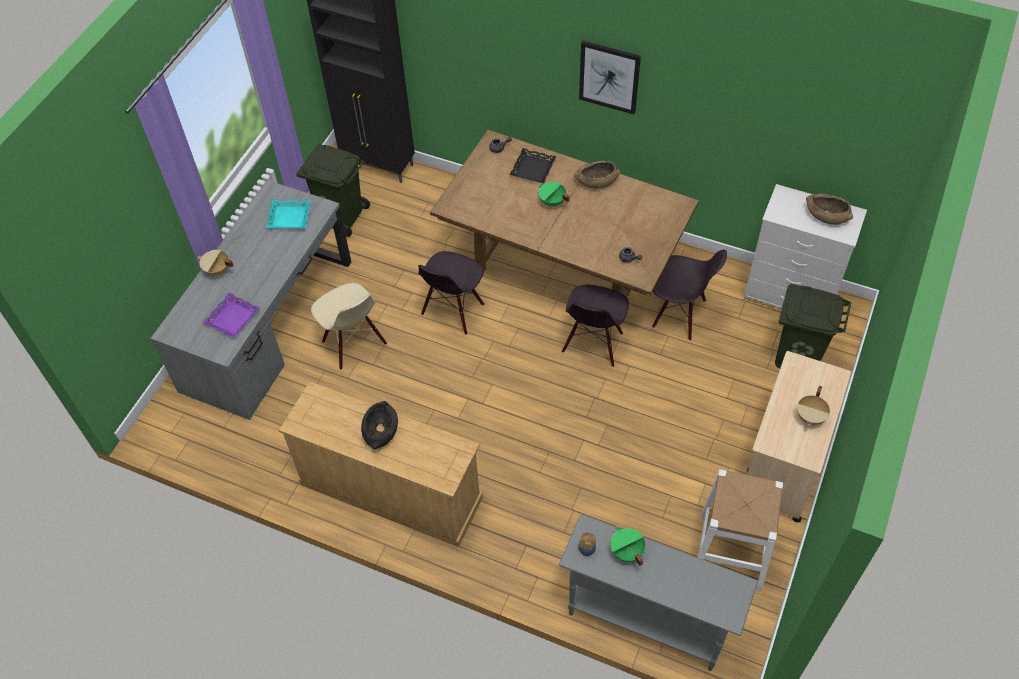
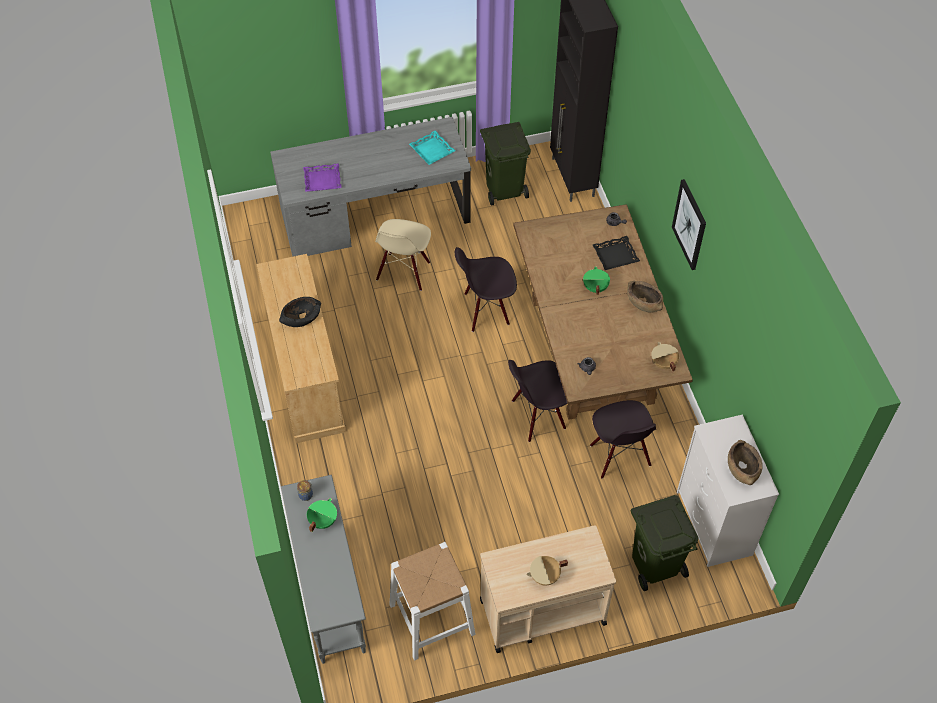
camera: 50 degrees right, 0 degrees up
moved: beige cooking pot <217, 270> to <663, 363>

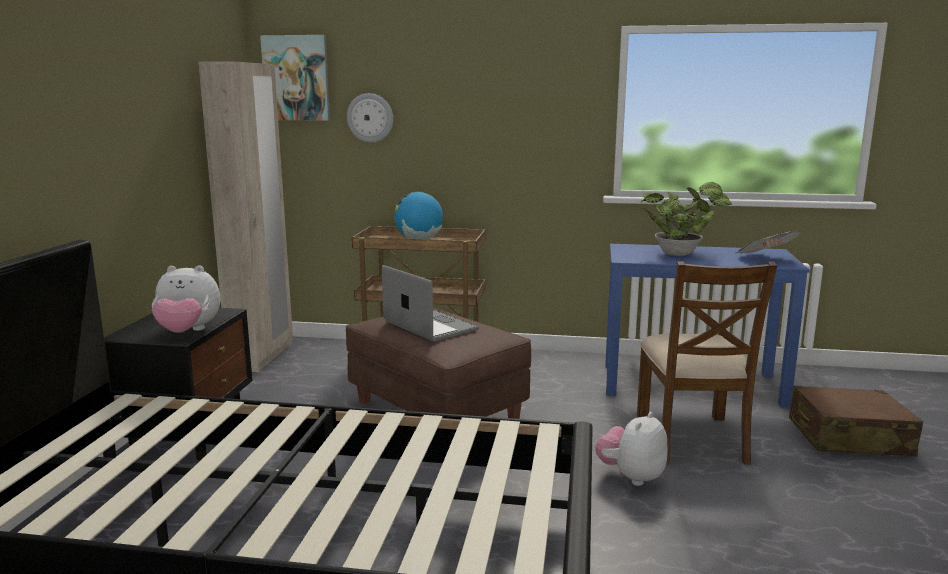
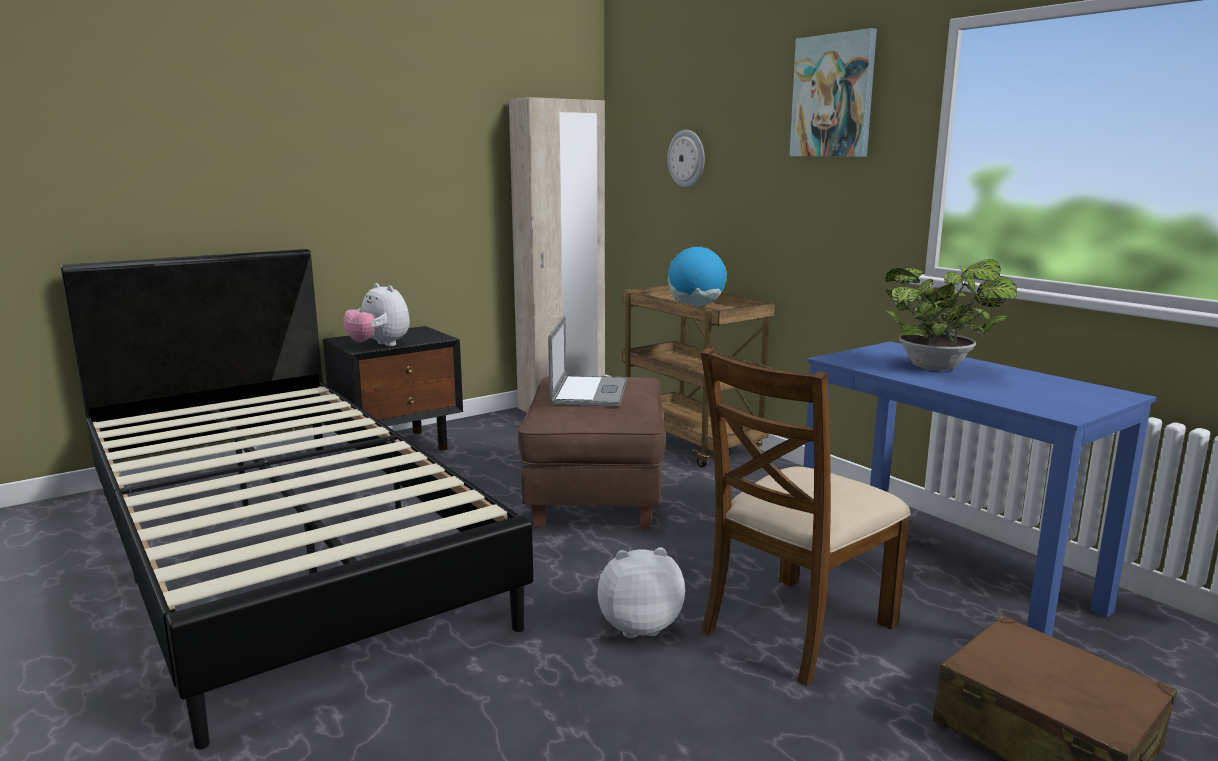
camera: 45 degrees right, 0 degrees up
removed: newspaper <765, 259>
moved: picture <296, 78> to <833, 96>

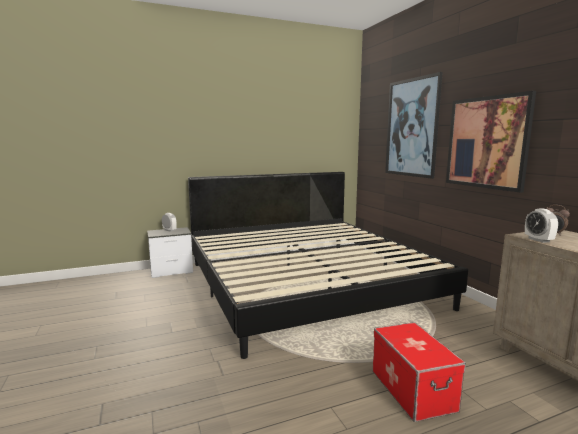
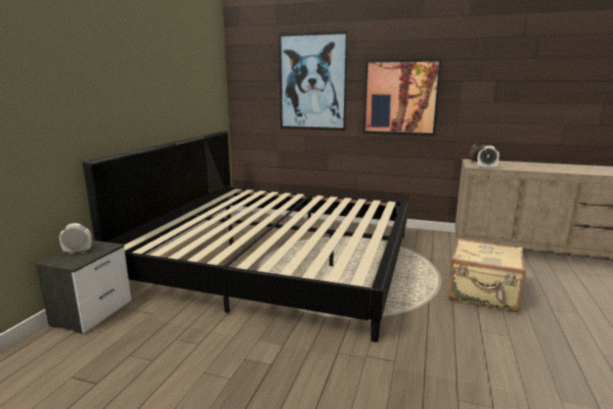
camera: 50 degrees left, 5 degrees up
replaced: storage box <413, 390> to beige suitcase <483, 294>

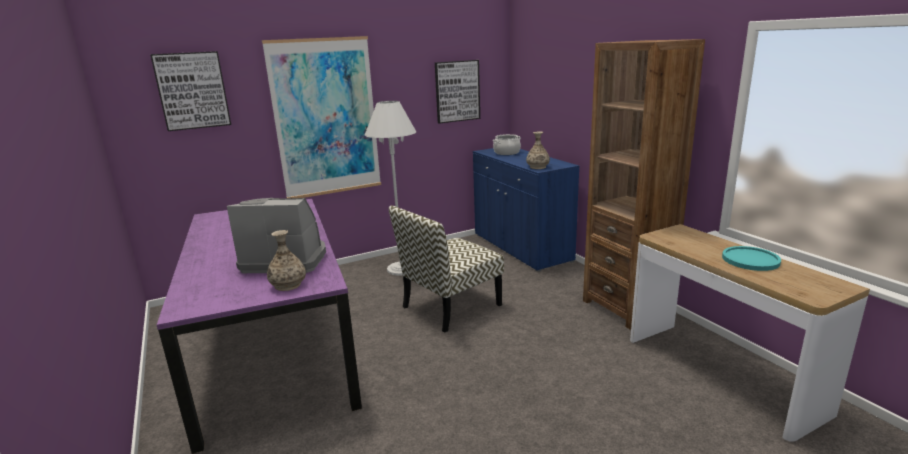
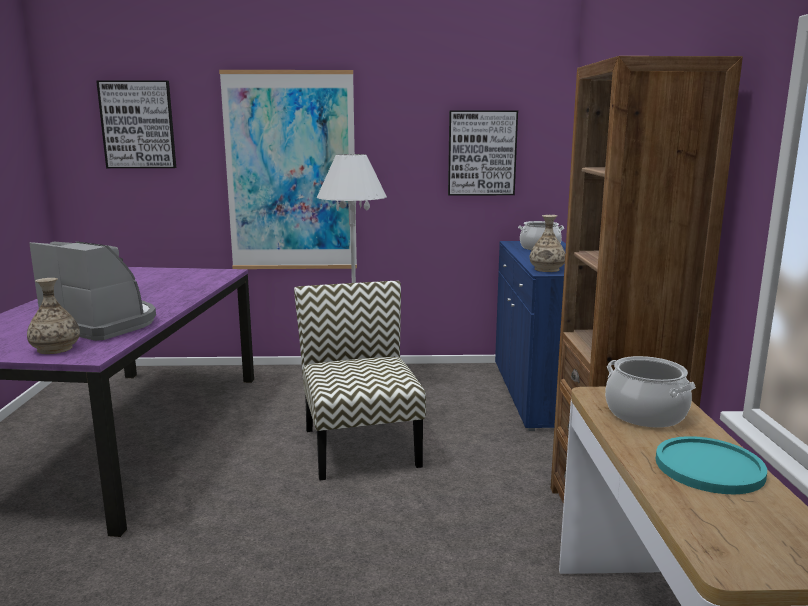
camera: 25 degrees right, 5 degrees down
added: cooking pot <646, 414>
turned: chair <450, 307> = <360, 446> 90 degrees clockwise

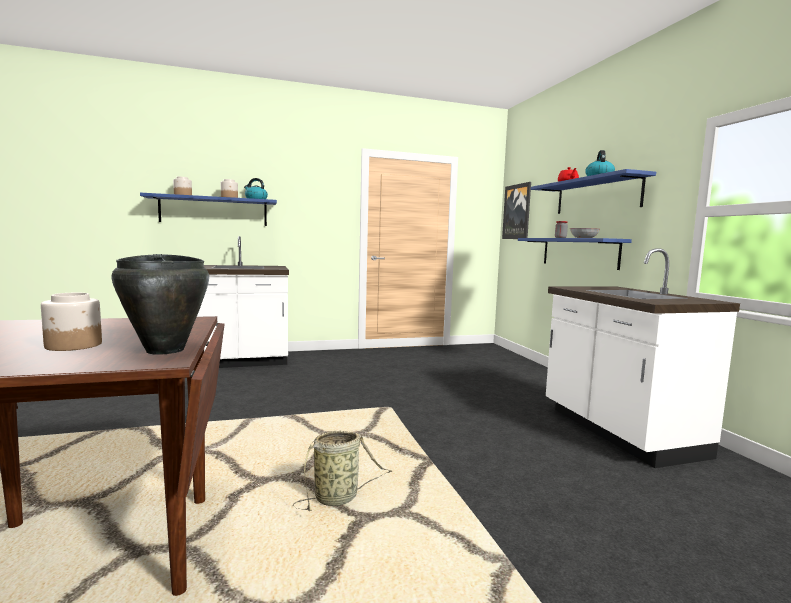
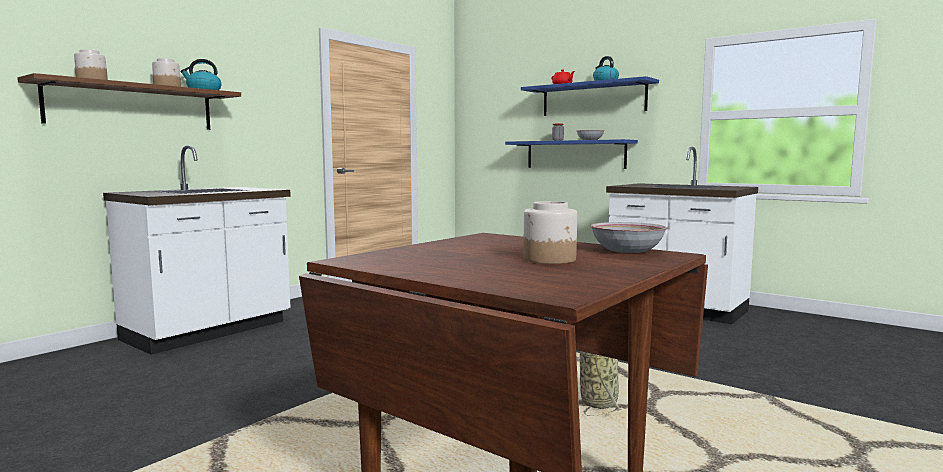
camera: 35 degrees left, 0 degrees up
removed: picture <517, 212>
replaced: black cooking pot <166, 350> to bowl <627, 250>
recoloured: blue shelf <214, 211> to brown shelf <132, 107>

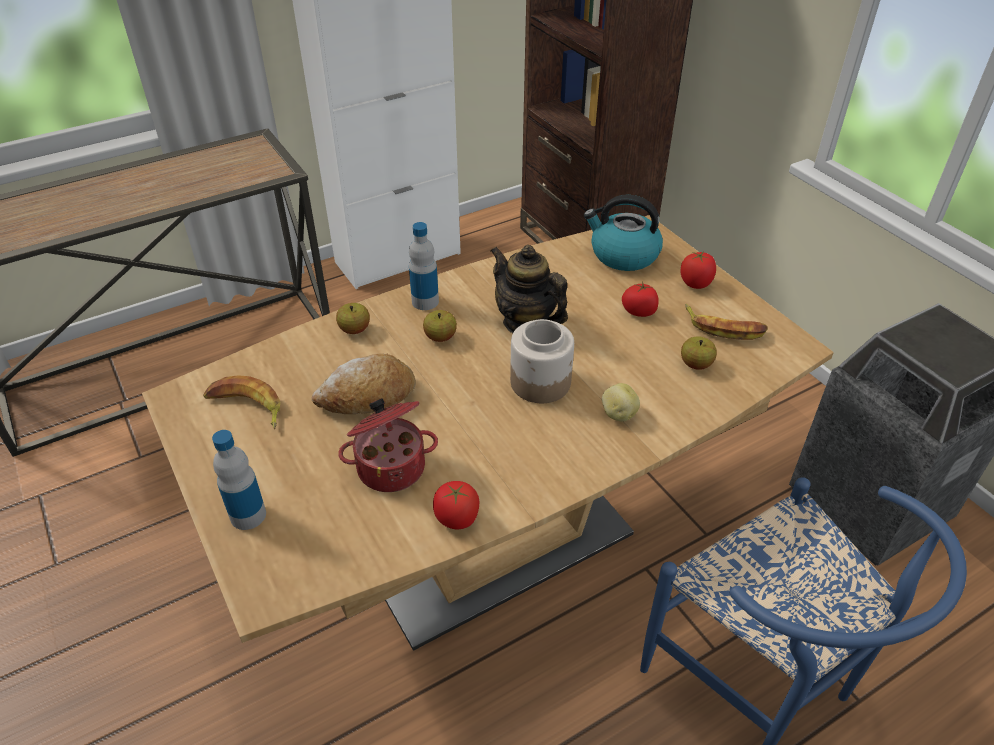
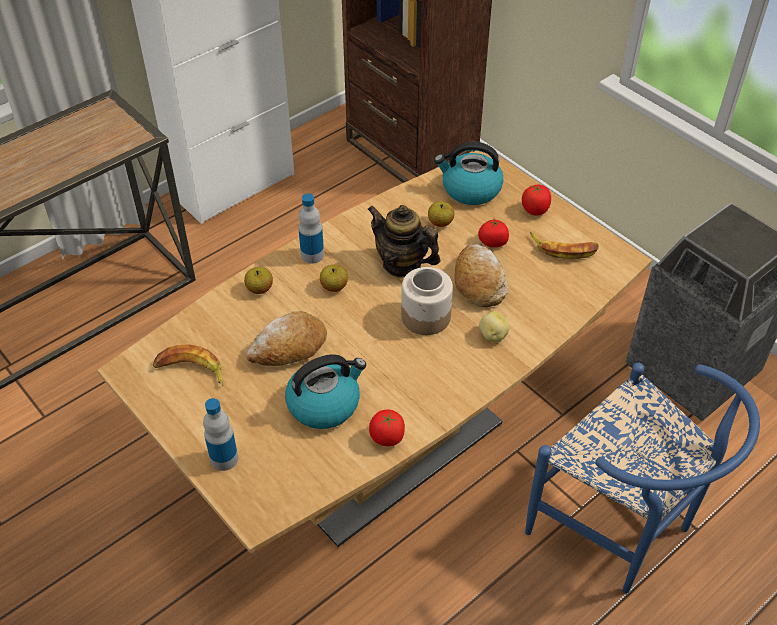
camera: 10 degrees left, 5 degrees up
added: bread <479, 282>
moved: apple <696, 364> to <440, 223>
replaced: cooking pot <391, 466> to kettle <324, 403>

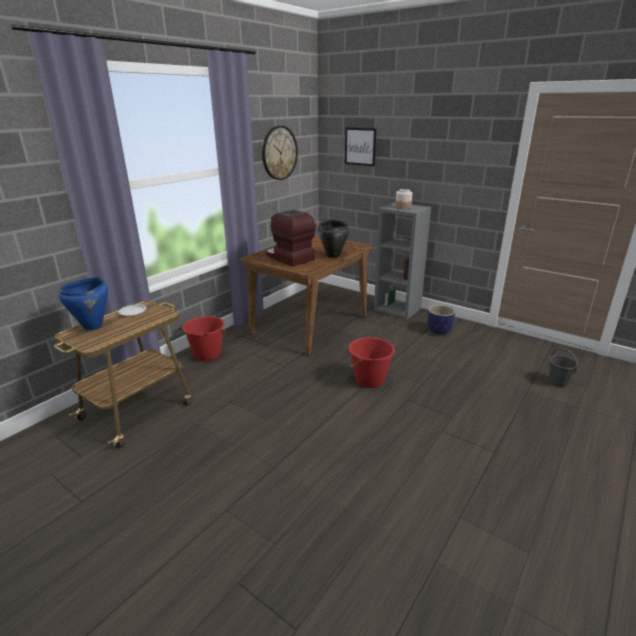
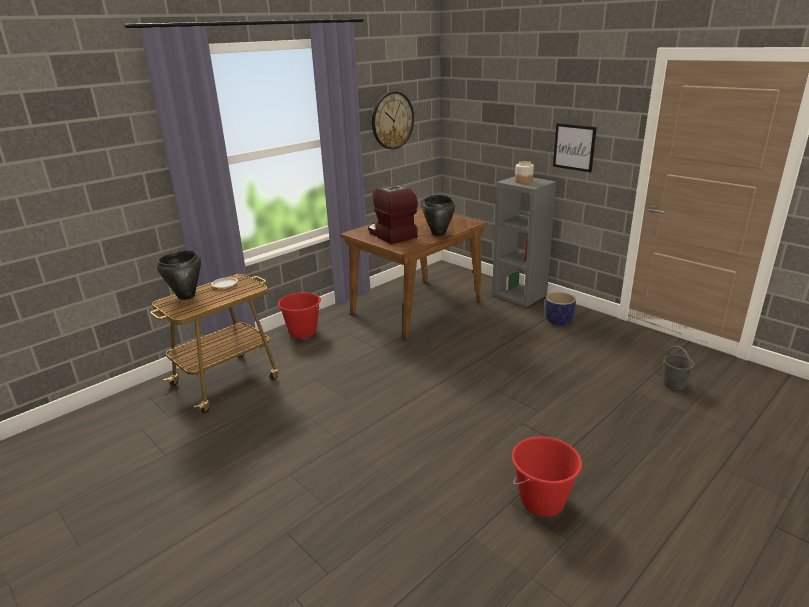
camera: 10 degrees right, 0 degrees up
moved: picture <360, 146> to <574, 147>; red bucket <369, 380> to <542, 501>
recoloured: blue cooking pot <93, 326> to black cooking pot <187, 296>

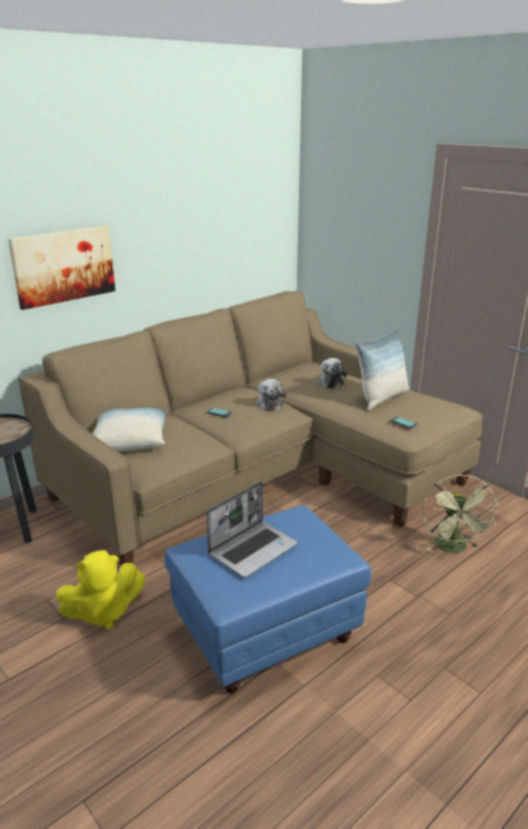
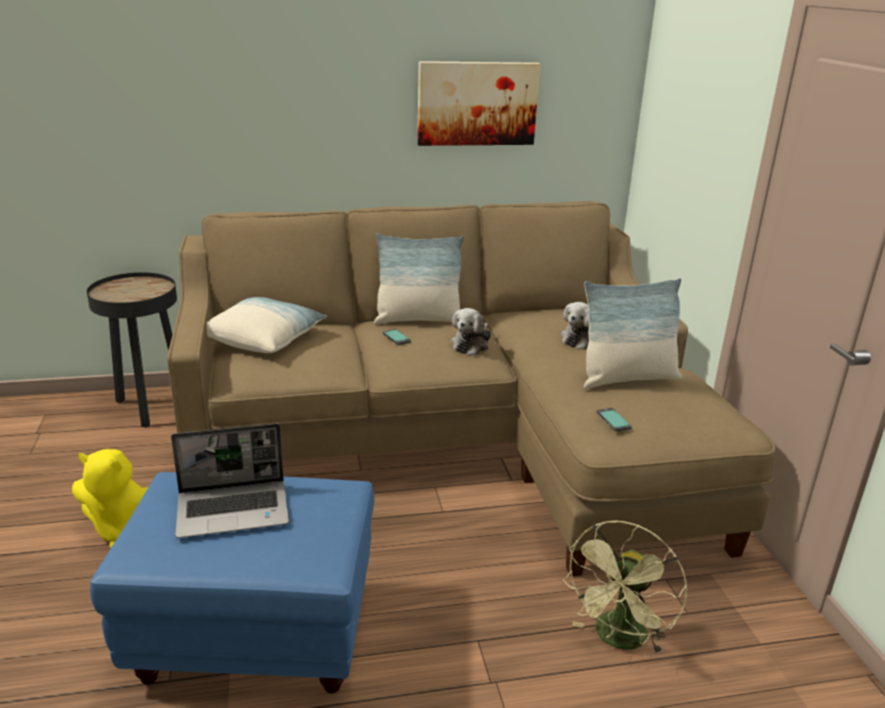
camera: 30 degrees right, 0 degrees up
added: pillow <418, 319>
moved: picture <63, 266> to <477, 103>

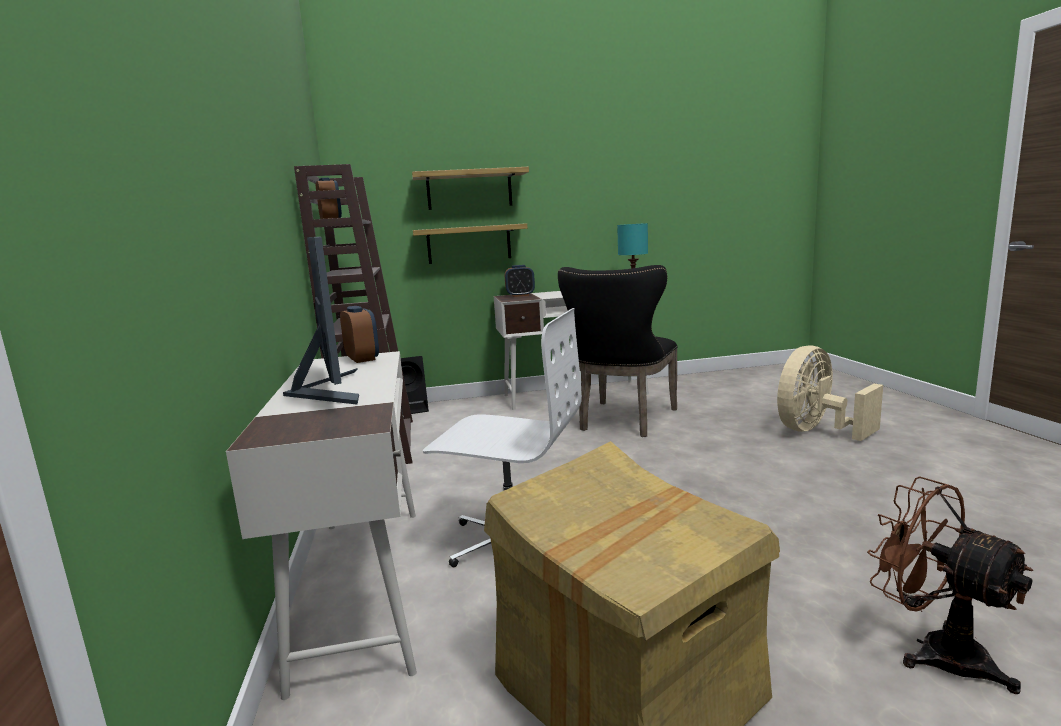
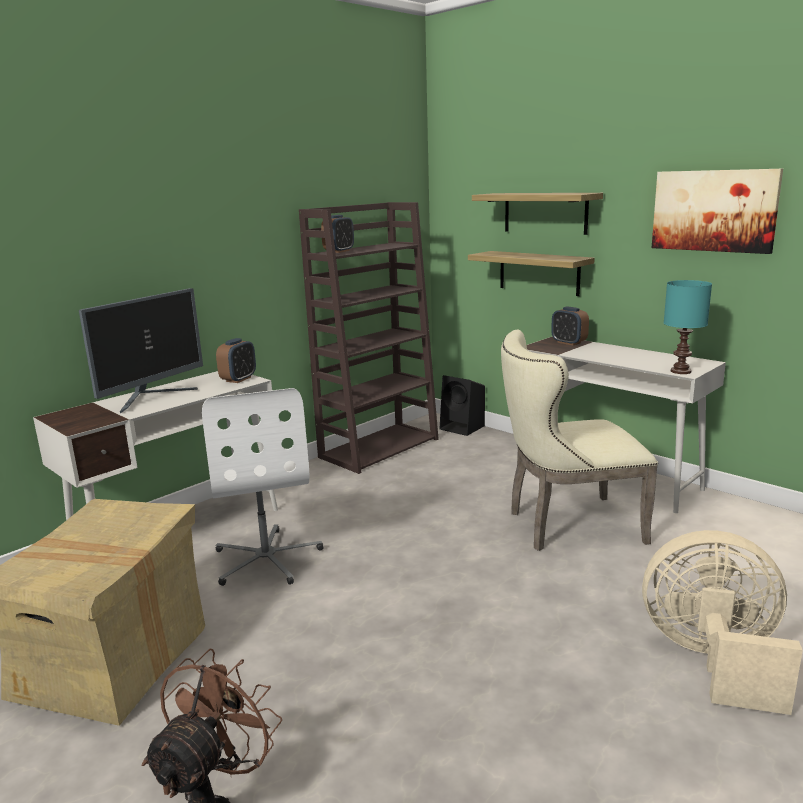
camera: 55 degrees right, 5 degrees up
added: picture <714, 210>
recoloured: black chair <624, 421> to beige chair <566, 526>

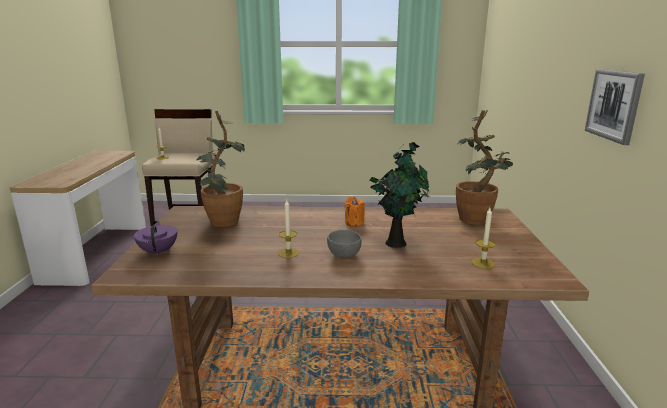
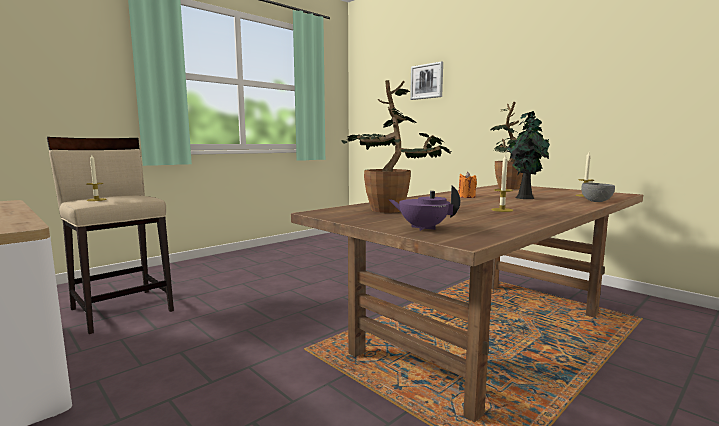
camera: 45 degrees left, 10 degrees down
moved: picture <614, 105> to <427, 81>; grey bowl <344, 255> to <595, 201>

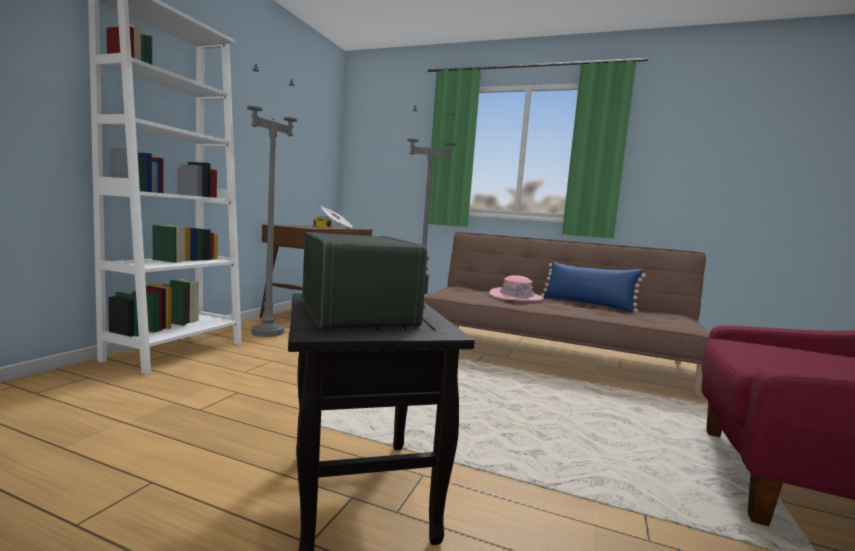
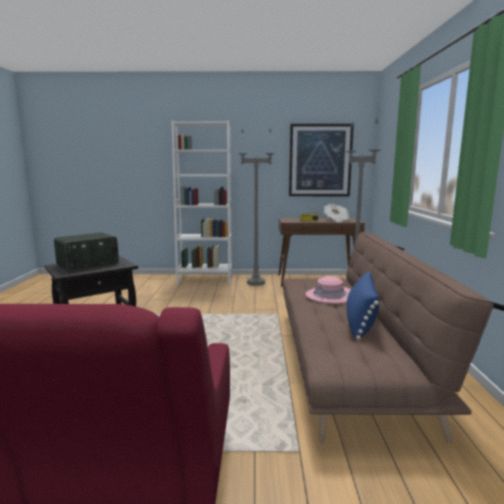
camera: 70 degrees right, 5 degrees up
added: picture <320, 160>

